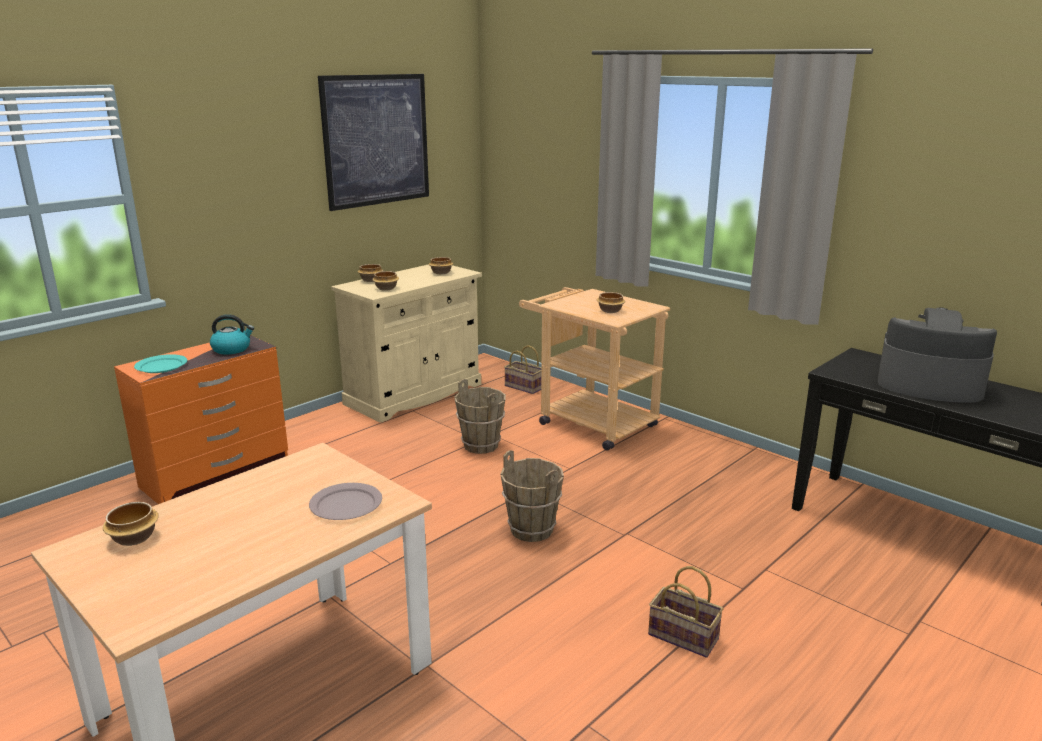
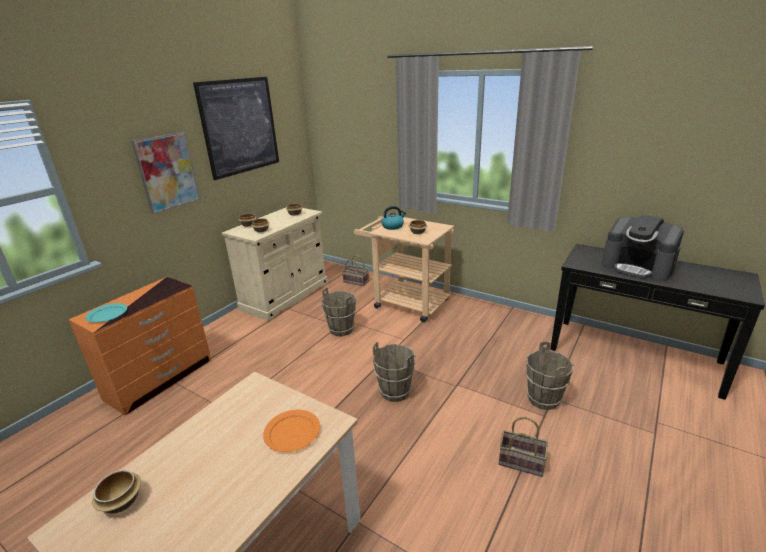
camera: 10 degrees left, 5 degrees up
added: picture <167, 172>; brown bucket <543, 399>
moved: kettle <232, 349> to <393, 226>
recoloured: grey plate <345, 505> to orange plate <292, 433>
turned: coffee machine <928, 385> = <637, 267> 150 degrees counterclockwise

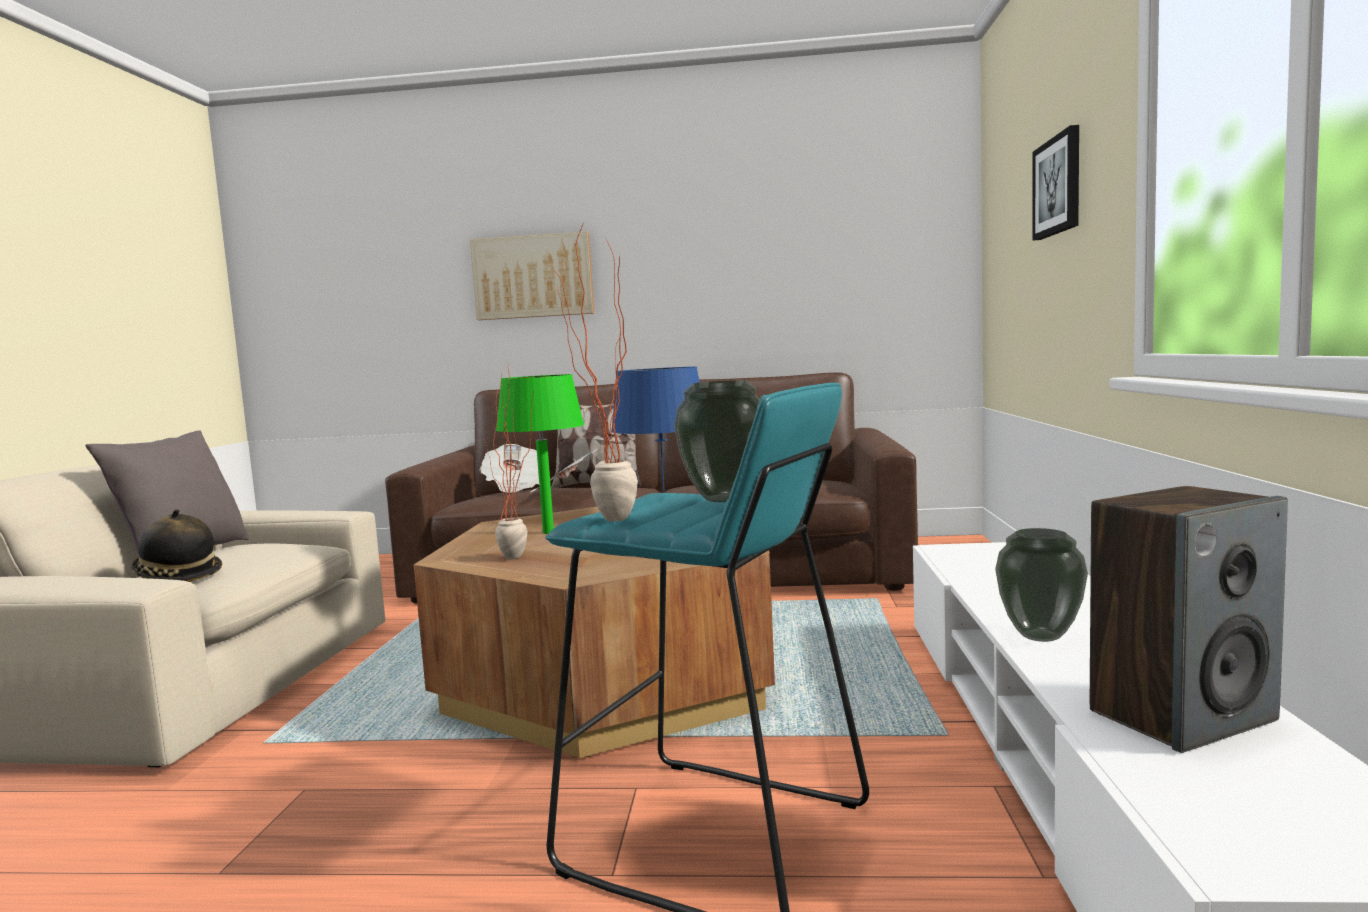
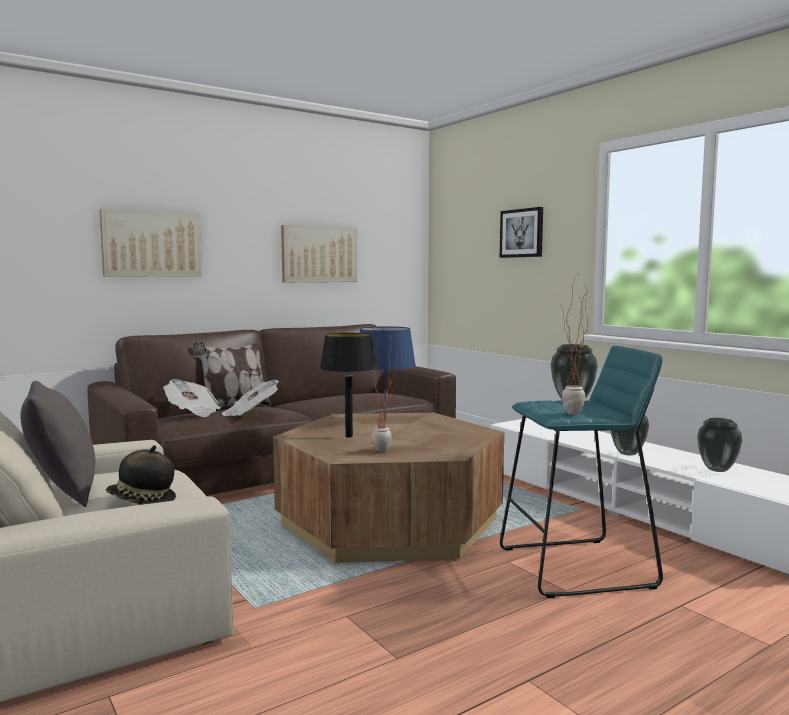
camera: 40 degrees left, 0 degrees up
added: picture <319, 254>
replaced: speaker <1181, 715> to vase <716, 469>
recoloured: green table lamp <548, 532> to black table lamp <349, 436>

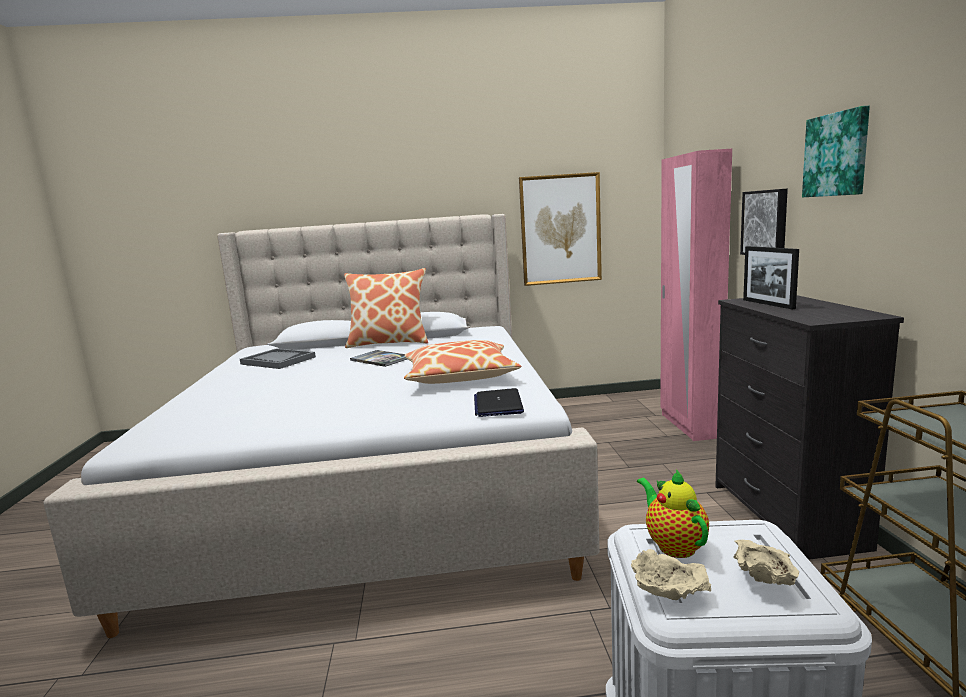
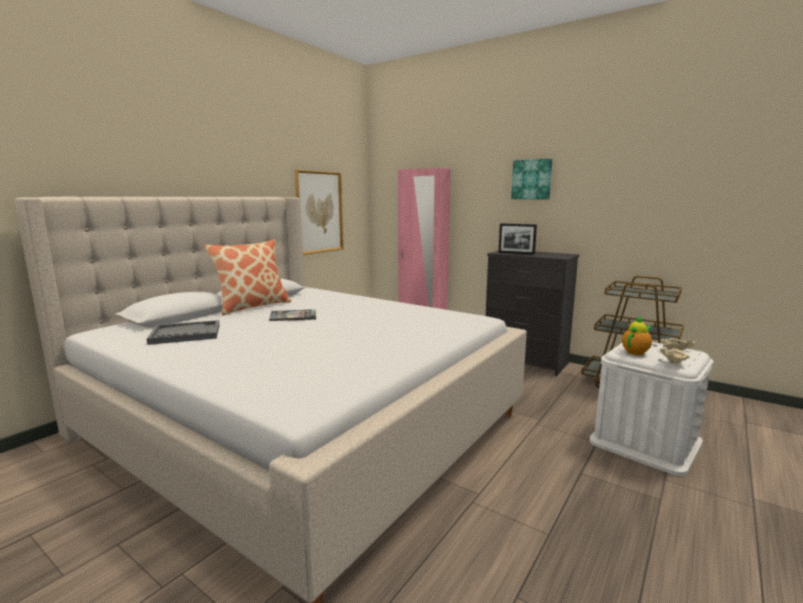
camera: 50 degrees left, 0 degrees up
removed: picture <766, 223>; pillow <459, 376>; laptop <498, 404>
turned: teapot <673, 545> = <636, 352> 120 degrees clockwise

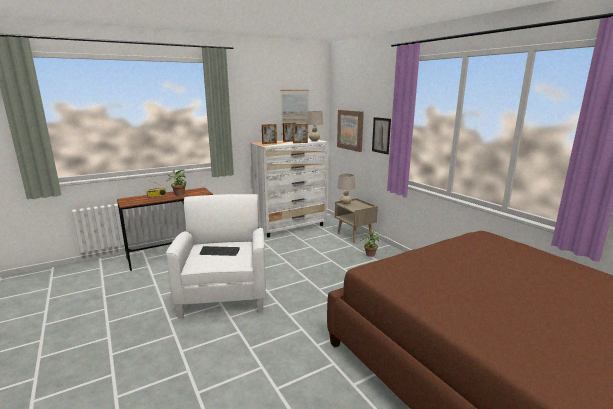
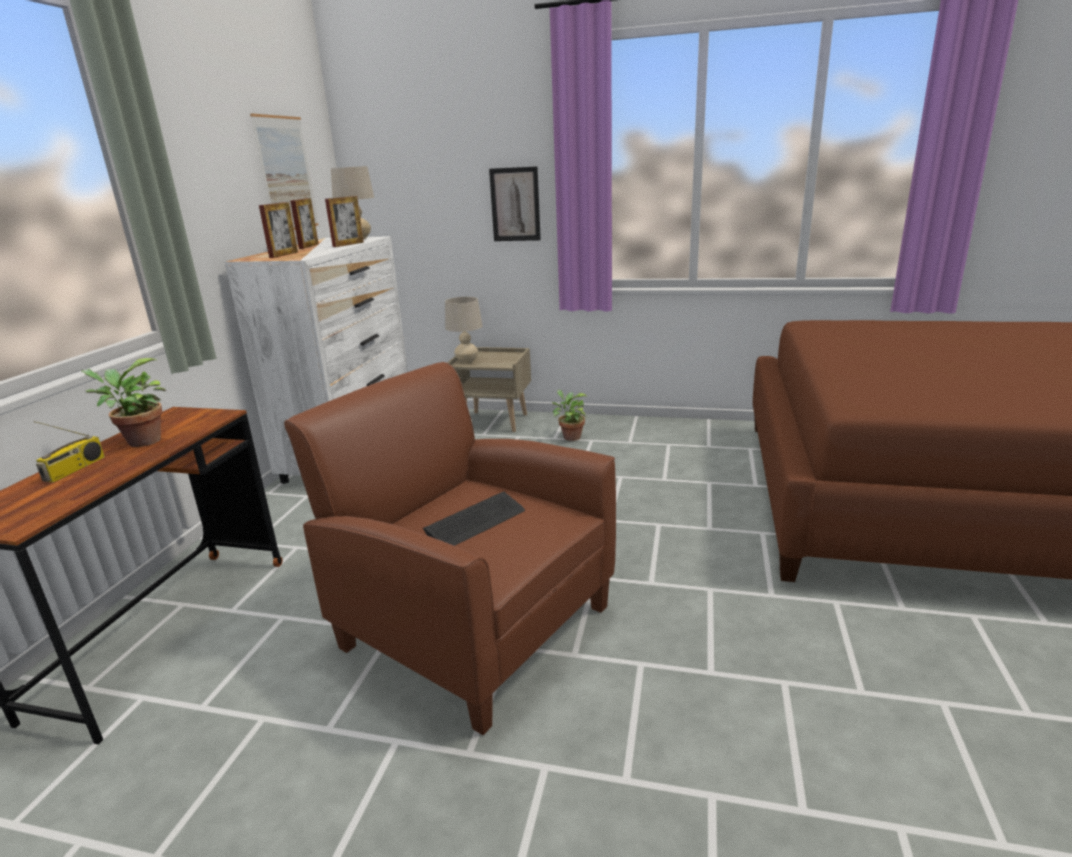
camera: 45 degrees left, 5 degrees up
removed: picture <350, 130>
recoloured: white armchair <224, 293> to brown armchair <474, 625>

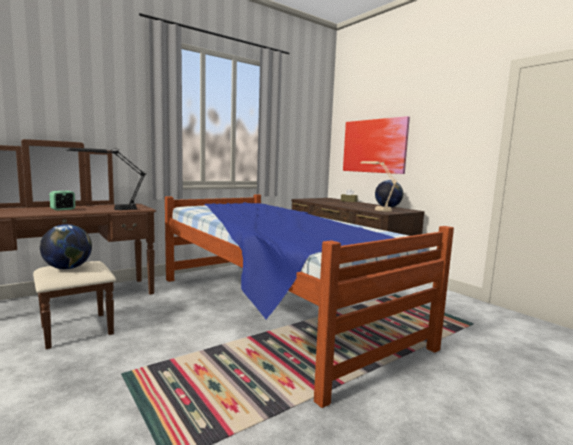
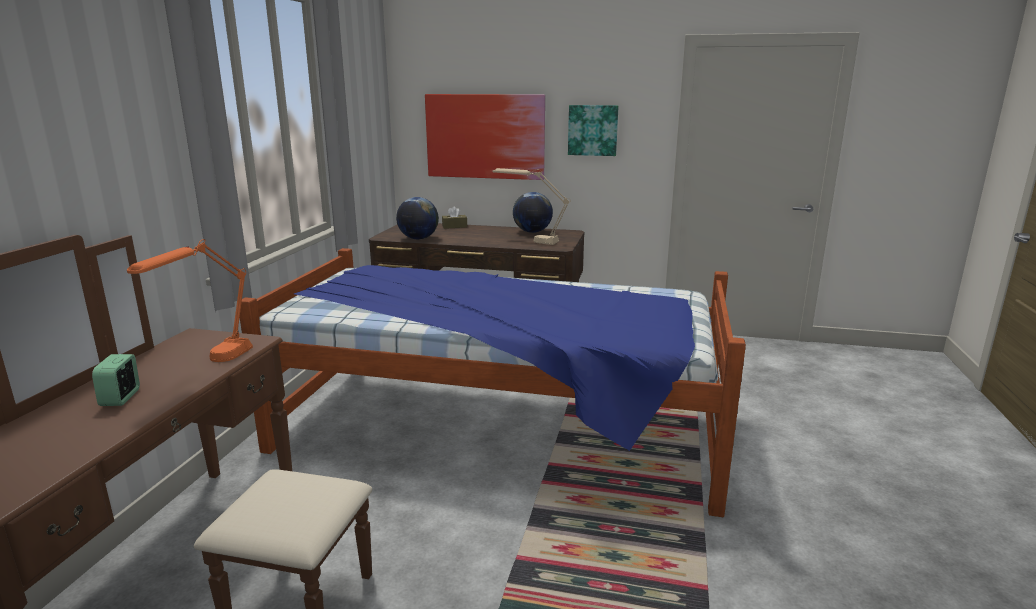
camera: 40 degrees left, 10 degrees up
added: picture <593, 130>
moved: globe <68, 268> to <418, 238>
recoloured: black table lamp <110, 209> to orange table lamp <211, 364>

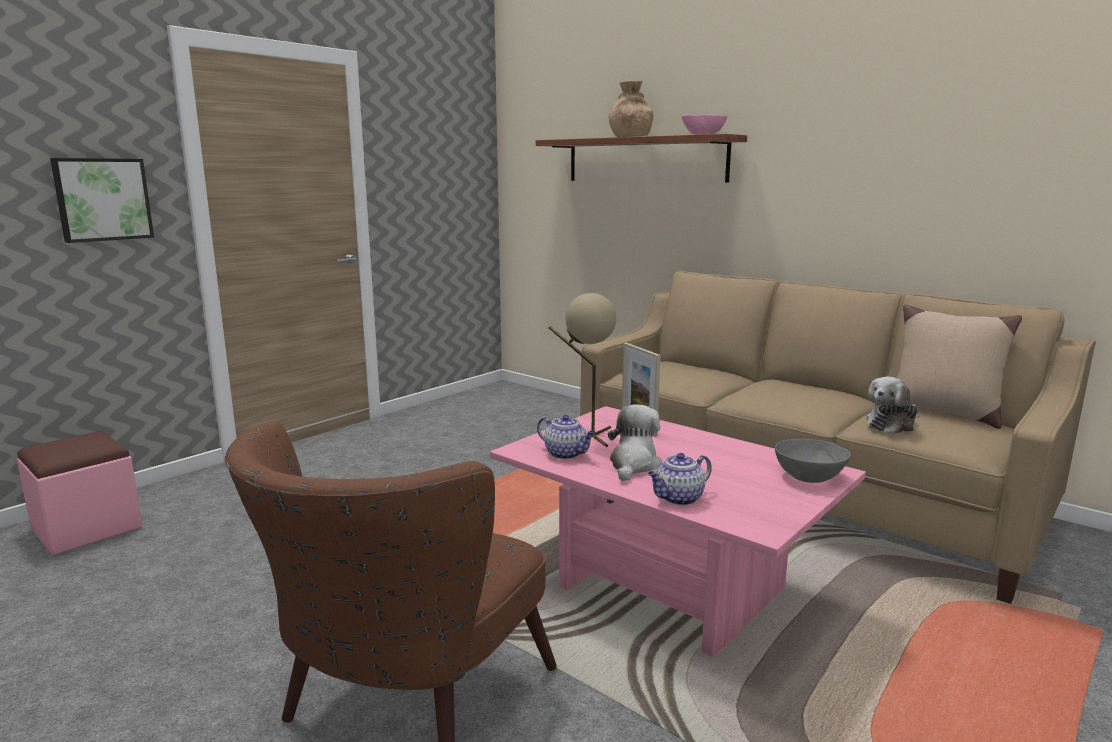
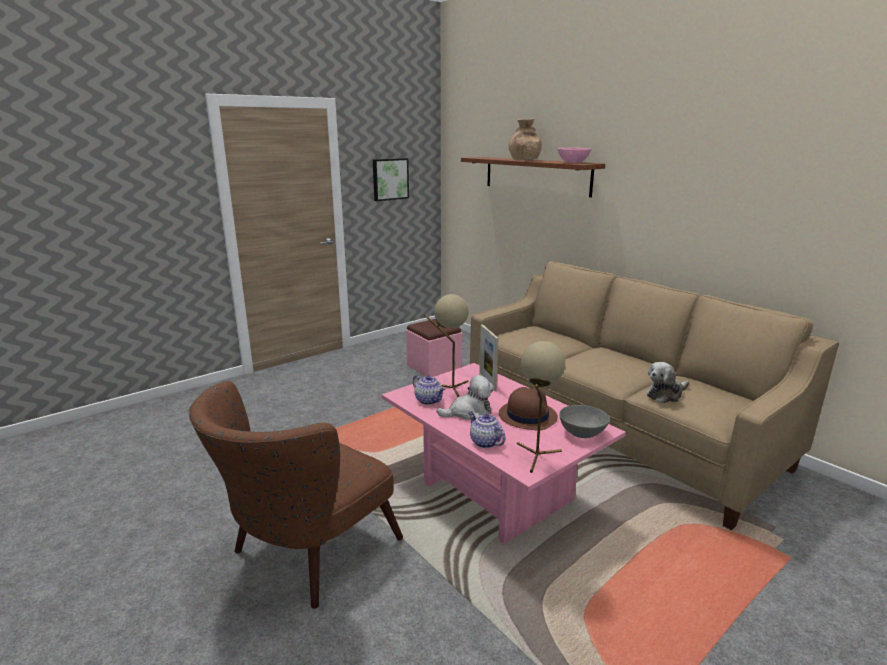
camera: 10 degrees right, 5 degrees up
removed: beige pillow <942, 413>
added: beige table lamp <536, 456>; brown hat <527, 415>
moved: picture <102, 199> to <390, 179>; pink ottoman <87, 528> to <434, 367>
turned: plush toy <633, 465> = <468, 413> 45 degrees clockwise; teapot <678, 499> = <484, 442> 75 degrees clockwise

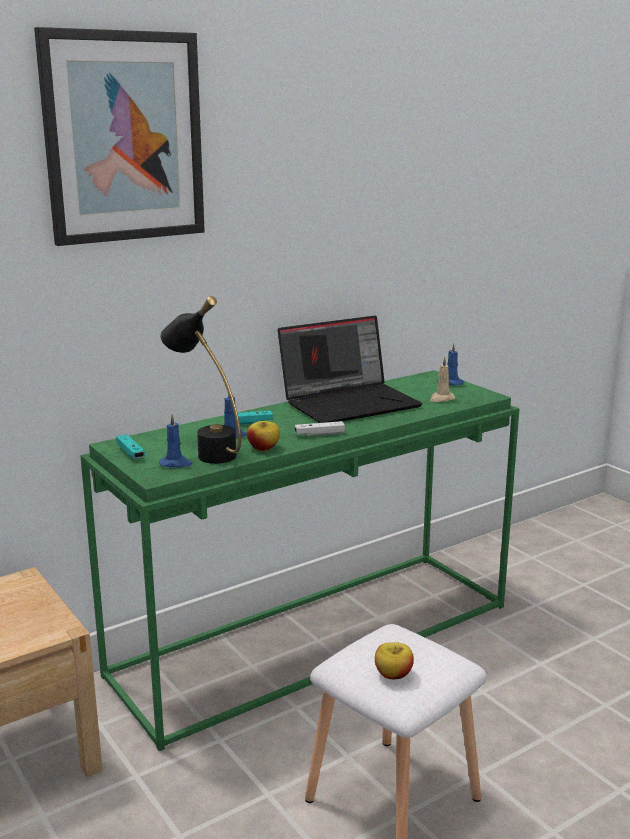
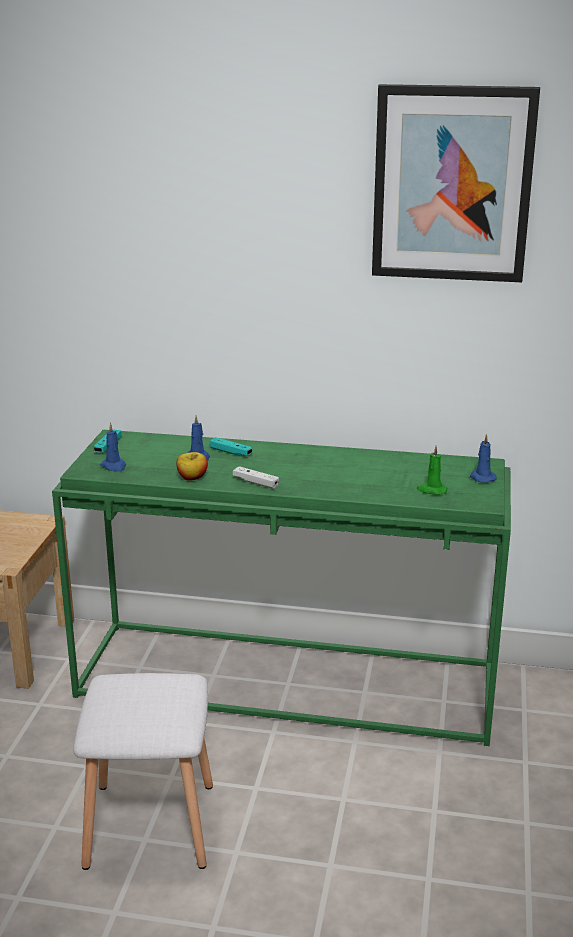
camera: 45 degrees right, 5 degrees up
removed: black table lamp <207, 450>; laptop <350, 402>; apple <393, 674>
moved: picture <124, 138> to <452, 184>
recoloured: beige candle <441, 399> to green candle <431, 490>

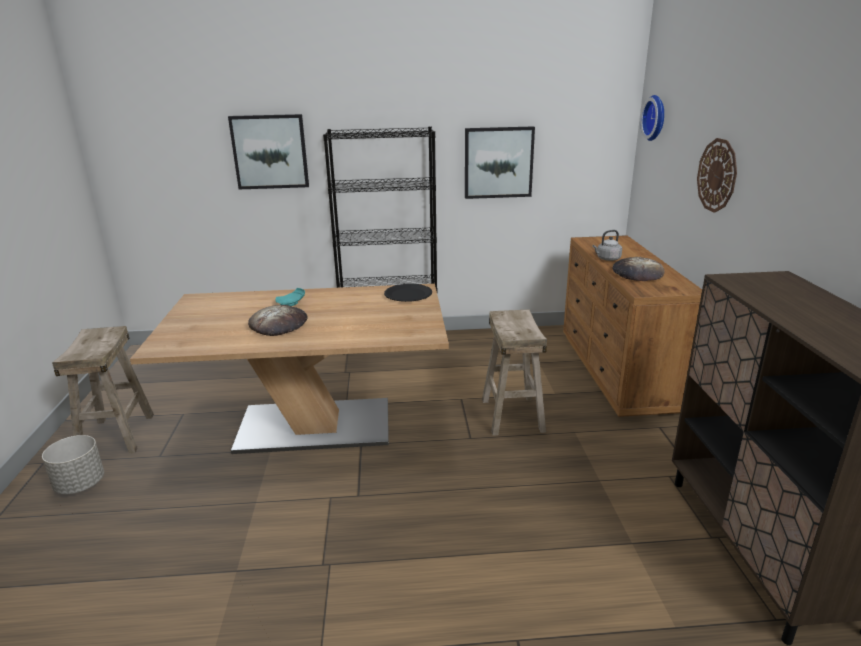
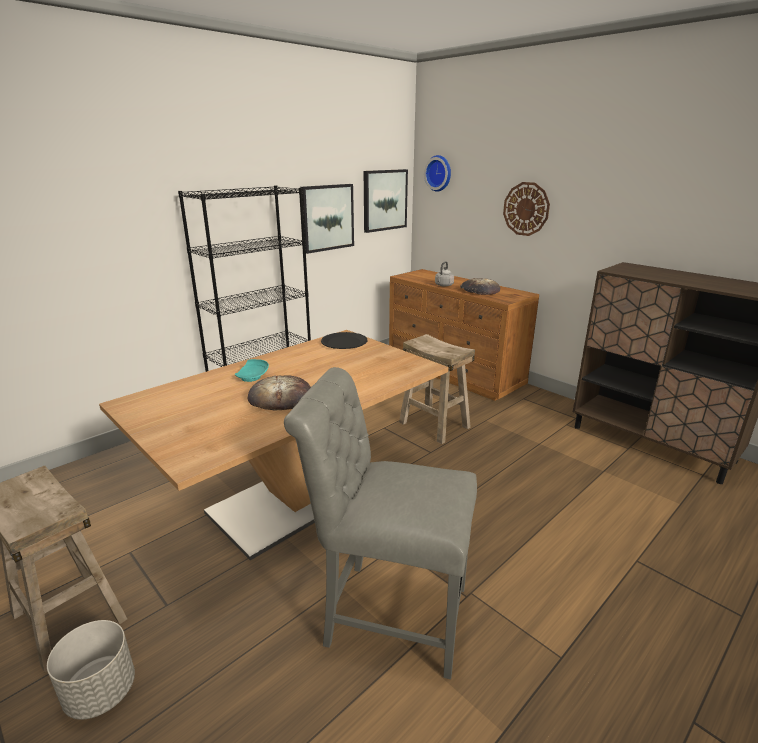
camera: 40 degrees left, 0 degrees up
added: grey chair <388, 612>
moved: picture <270, 152> to <384, 200>

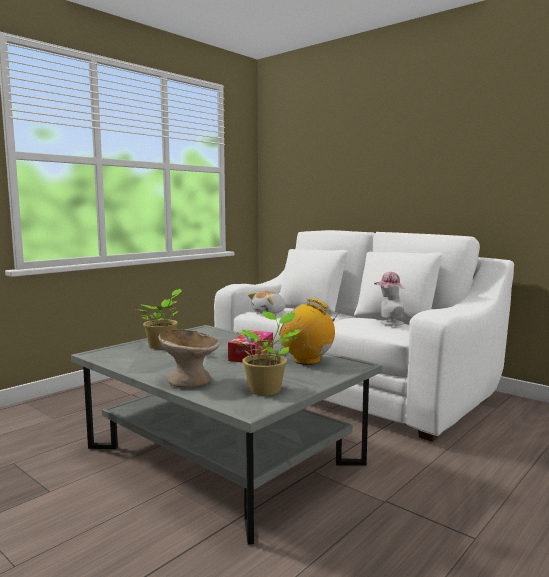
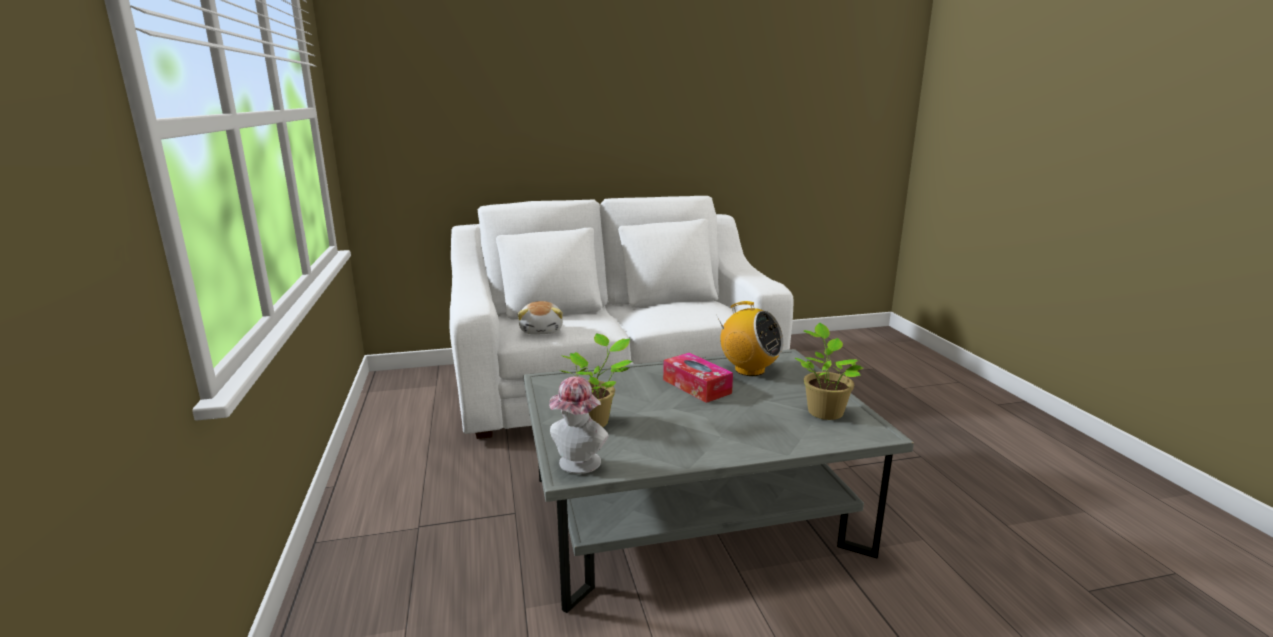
camera: 55 degrees left, 10 degrees up
removed: beige bowl <189, 380>
moved: hat <389, 323> to <577, 465>
turned: radio <307, 360> = <749, 370> 120 degrees counterclockwise

